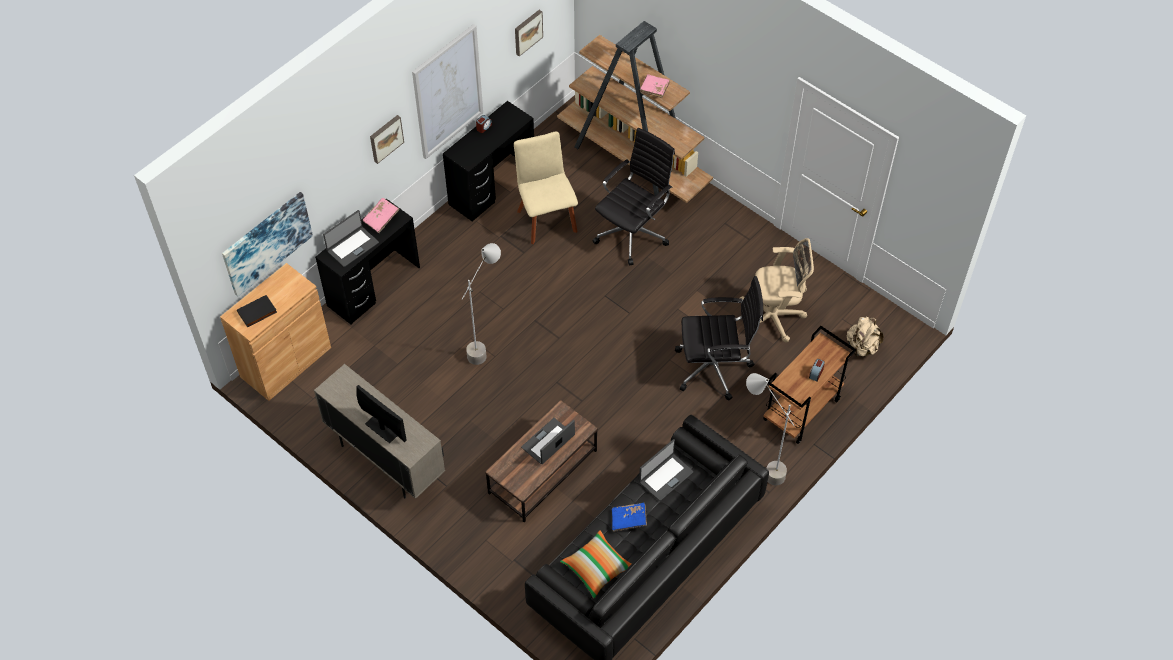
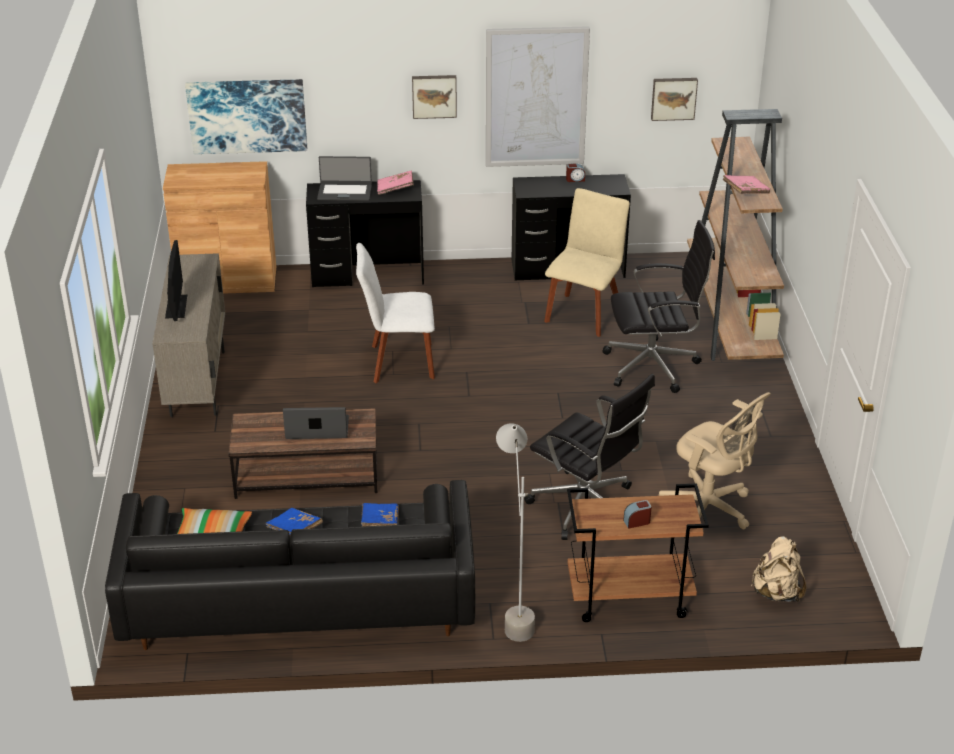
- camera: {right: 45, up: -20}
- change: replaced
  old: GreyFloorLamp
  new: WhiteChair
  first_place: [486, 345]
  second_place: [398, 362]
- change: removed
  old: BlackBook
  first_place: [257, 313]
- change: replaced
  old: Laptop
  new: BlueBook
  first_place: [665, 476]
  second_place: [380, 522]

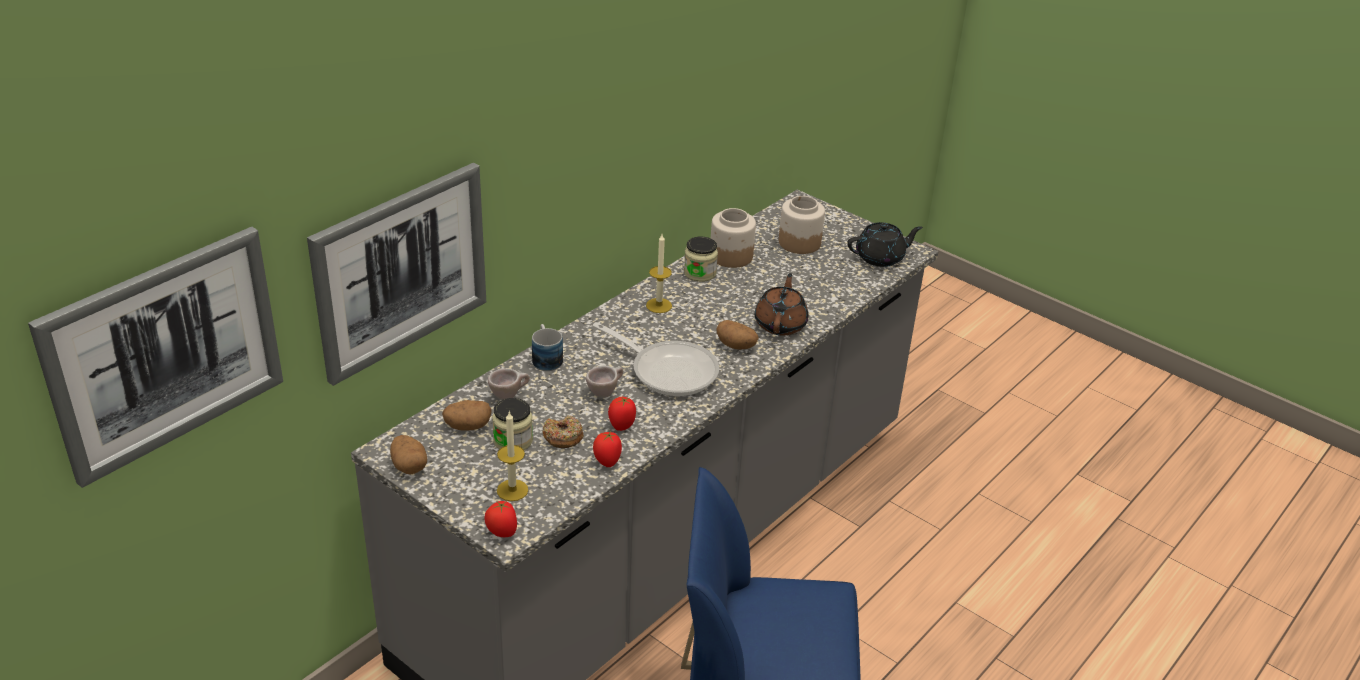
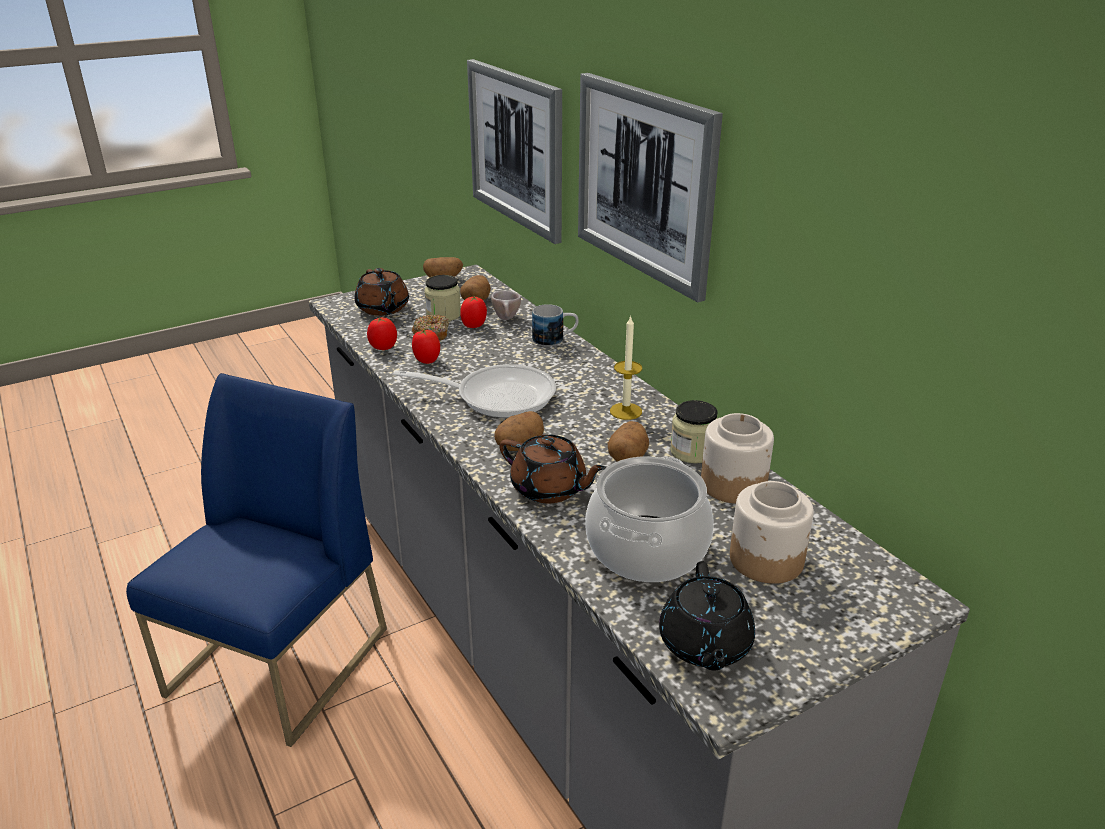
- camera: {right: 110, up: -5}
- change: moved
  old: Picture
  first_place: [165, 352]
  second_place: [644, 182]
- change: turned
  old: FryingPan
  first_place: [668, 370]
  second_place: [497, 396]
  degrees: -135
- change: removed
  old: BeigeCup
  first_place: [605, 392]
- change: replaced
  old: Candle
  new: BrownTeapot
  first_place: [512, 490]
  second_place: [383, 309]
- change: moved
  old: Tomato
  first_place: [501, 533]
  second_place: [474, 325]
- change: added
  new: Potato
  second_place: [628, 457]
- change: added
  new: CookingPot
  second_place: [648, 549]

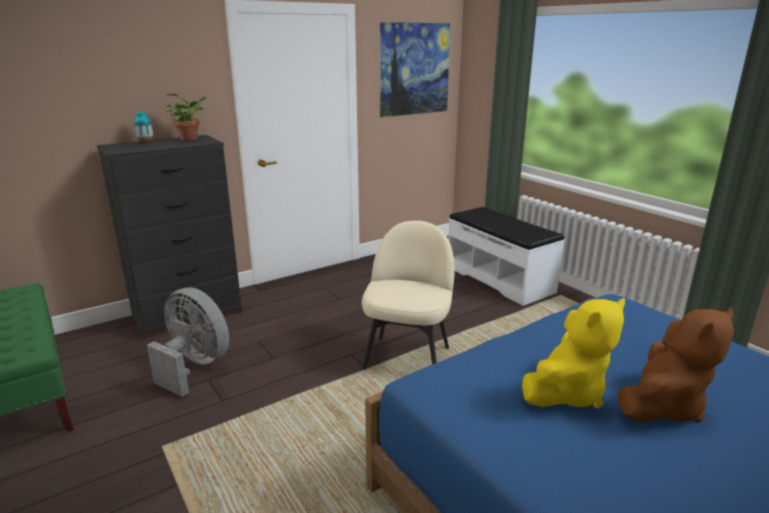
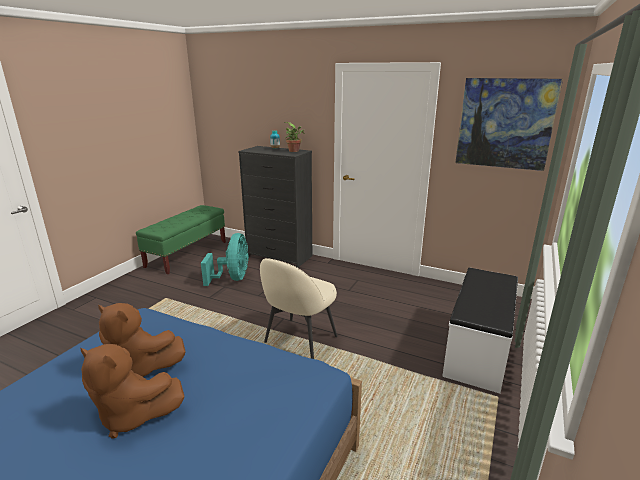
- camera: {right: 60, up: 0}
- change: turned
  old: BeigeChair
  first_place: [407, 356]
  second_place: [299, 340]
  degrees: 135
- change: recoloured
  old: GreyFan
  new: TurquoiseFan
  first_place: [194, 366]
  second_place: [233, 278]
- change: recoloured
  old: YellowPlushToy
  new: BrownPlushToy
  first_place: [567, 393]
  second_place: [141, 368]

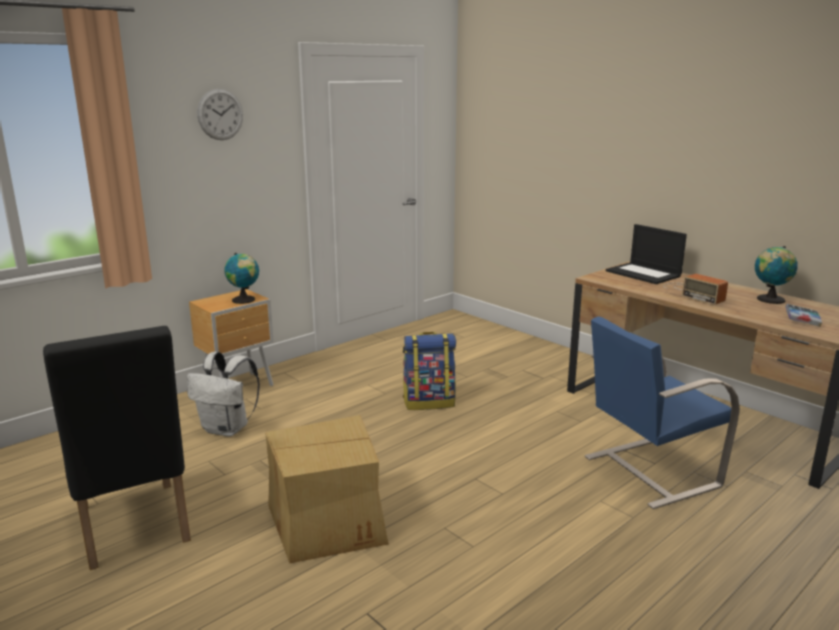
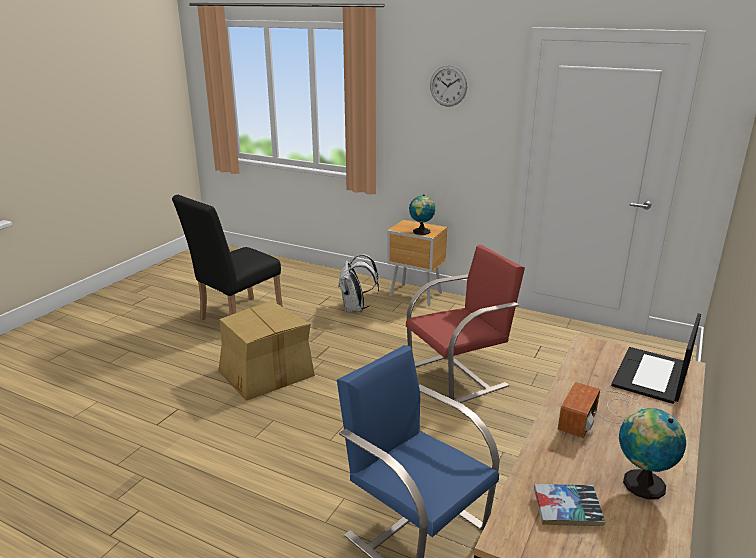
- camera: {right: 70, up: 5}
- change: replaced
  old: Backpack
  new: RedChair
  first_place: [429, 402]
  second_place: [459, 375]

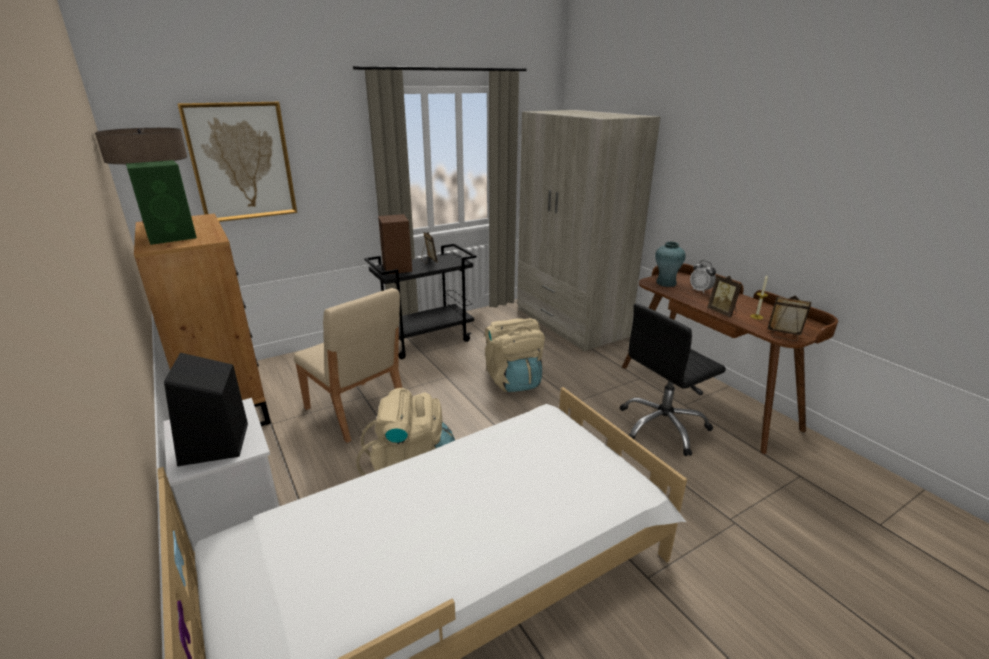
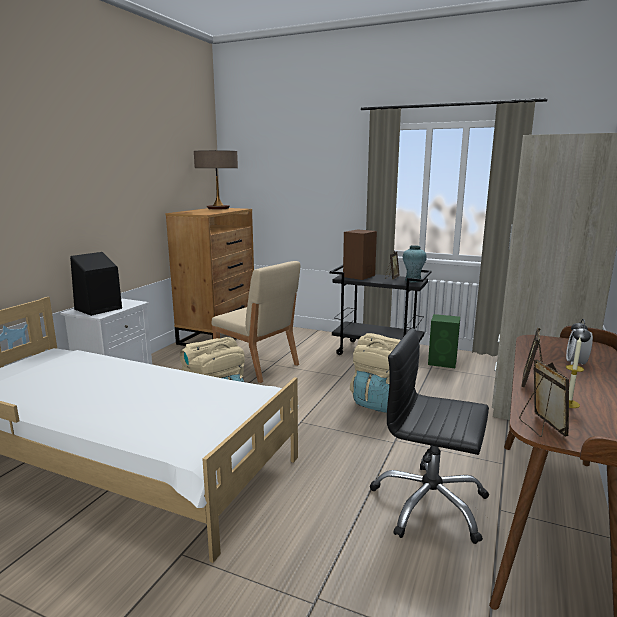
- camera: {right: 55, up: -10}
- change: removed
  old: Picture
  first_place: [241, 162]
- change: moved
  old: GreenSpeaker
  first_place: [173, 237]
  second_place: [443, 362]
- change: moved
  old: TurquoiseVase
  first_place: [666, 283]
  second_place: [413, 280]
- change: turned
  old: BeigeChair
  first_place: [356, 410]
  second_place: [257, 366]
  degrees: -60

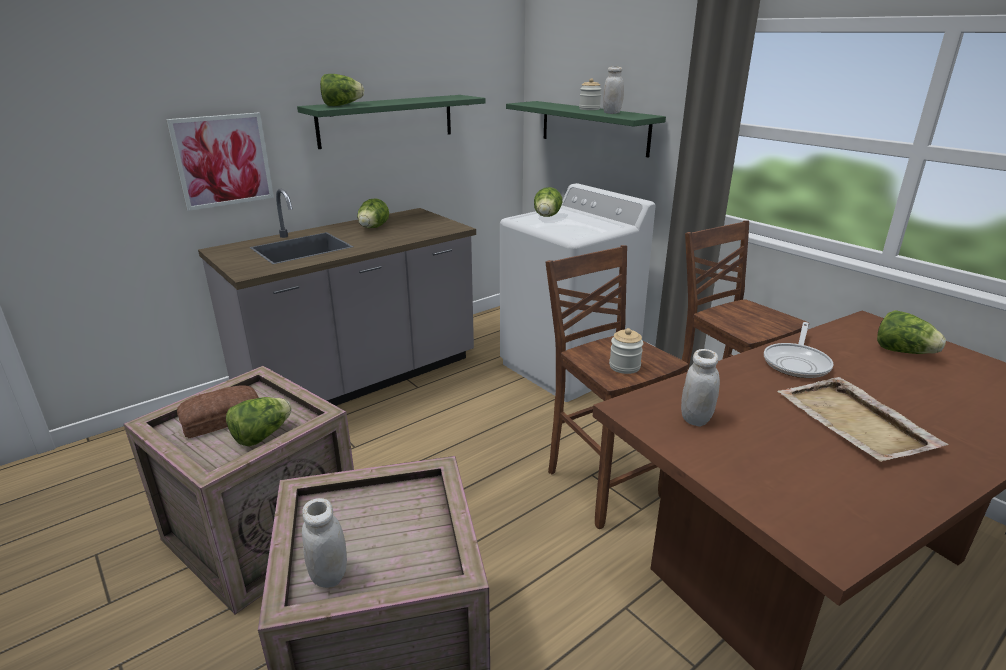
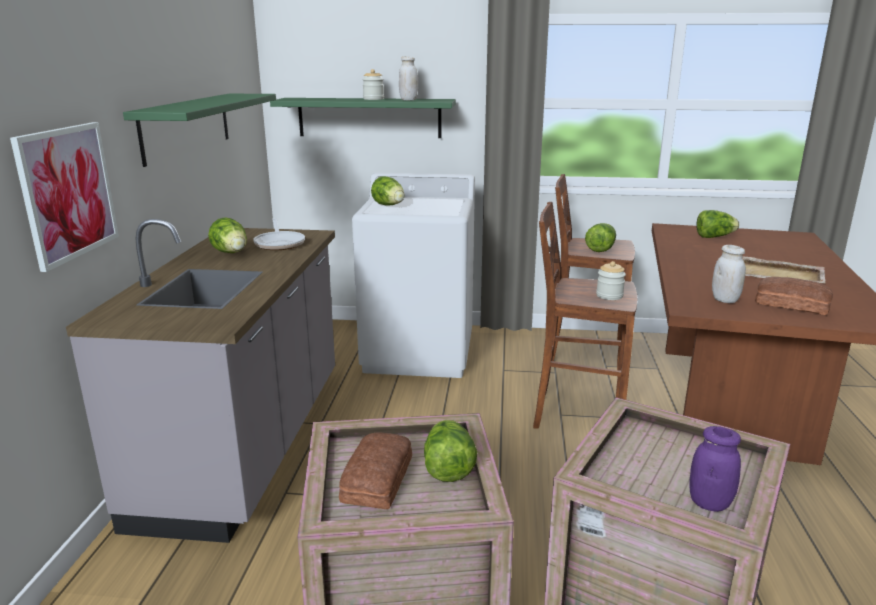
- camera: {right: -45, up: -5}
- change: moved
  old: Lettuce
  first_place: [342, 105]
  second_place: [601, 249]
- change: moved
  old: FryingPan
  first_place: [797, 363]
  second_place: [280, 243]
- change: recoloured
  old: WhiteJar
  new: PurpleJar
  first_place: [329, 575]
  second_place: [709, 503]
- change: added
  new: Bread
  second_place: [791, 303]

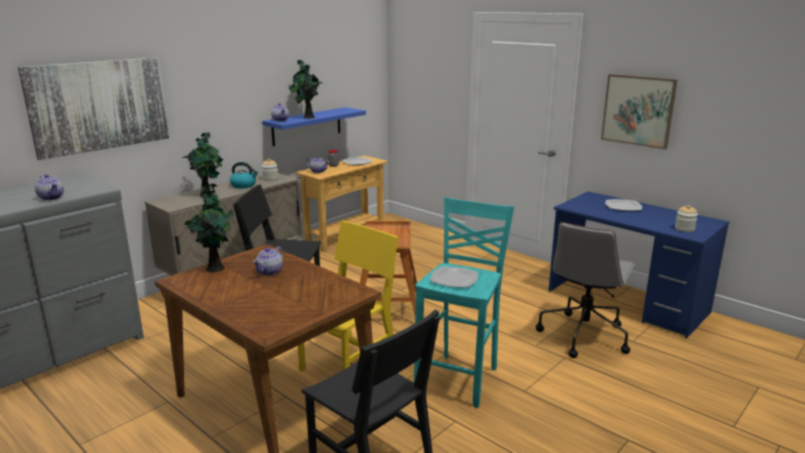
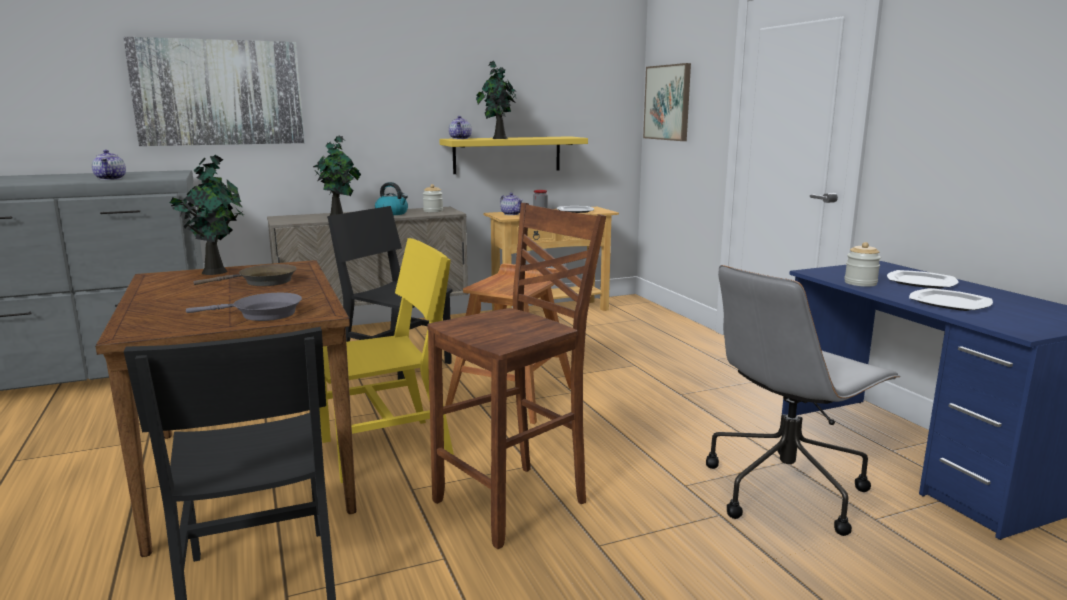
- camera: {right: 25, up: -5}
- change: moved
  old: Picture
  first_place: [638, 110]
  second_place: [668, 102]
- change: recoloured
  old: BlueShelf
  new: YellowShelf
  first_place: [307, 126]
  second_place: [507, 154]
- change: recoloured
  old: TurquoiseStool
  new: BrownStool
  first_place: [460, 379]
  second_place: [515, 502]
- change: moved
  old: Jar
  first_place: [684, 229]
  second_place: [860, 283]
- change: replaced
  old: Teapot
  new: BrownFryingPan
  first_place: [270, 272]
  second_place: [263, 282]
- change: moved
  old: Plate
  first_place: [454, 279]
  second_place: [949, 302]
- change: added
  new: GreyFryingPan
  second_place: [262, 314]

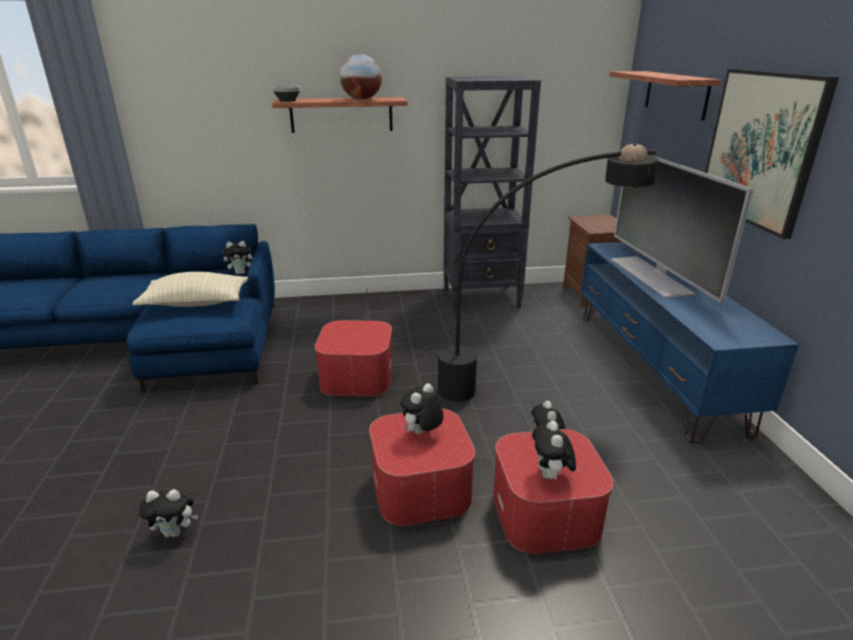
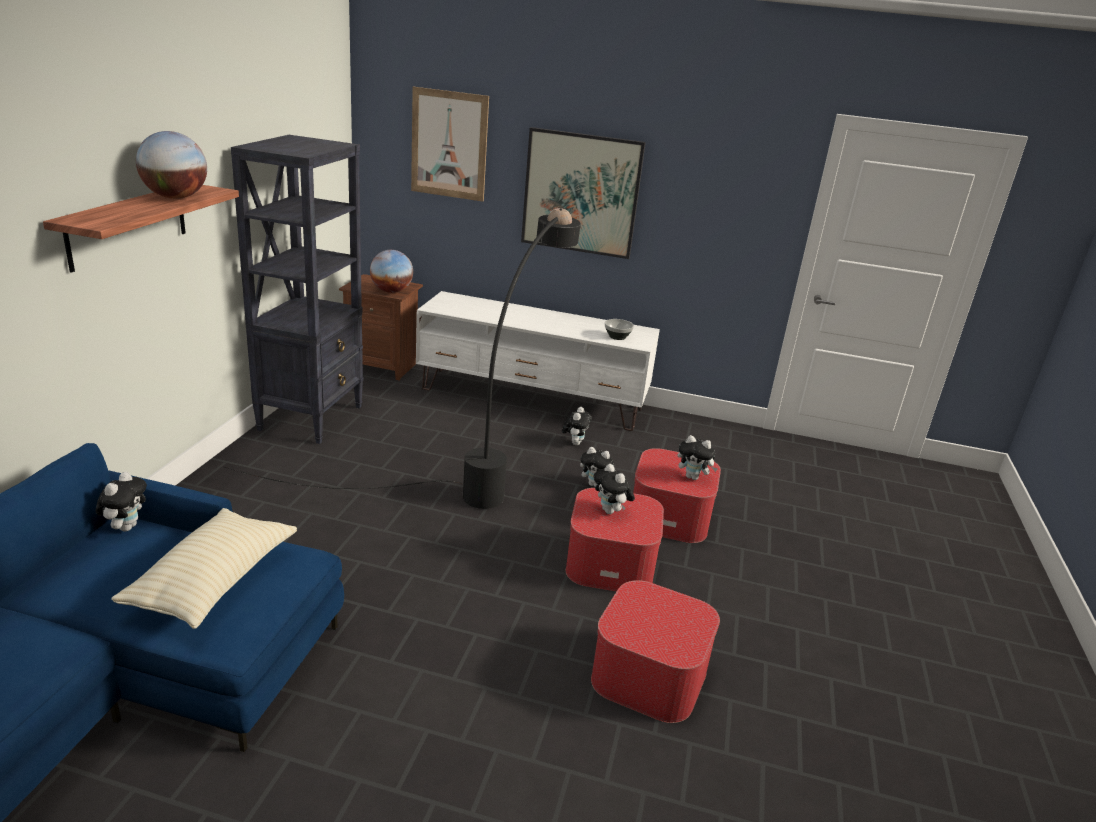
- camera: {right: -70, up: 0}
- change: replaced
  old: Shelf
  new: Picture
  first_place: [676, 94]
  second_place: [449, 144]
- change: moved
  old: Bowl
  first_place: [287, 101]
  second_place: [617, 337]
- change: removed
  old: Television
  first_place: [652, 276]
- change: recoloured
  old: BlueTvStand
  new: WhiteTvStand
  first_place: [655, 368]
  second_place: [532, 398]
- change: moved
  old: Ottoman
  first_place: [356, 376]
  second_place: [649, 674]
- change: moved
  old: PlushToy
  first_place: [175, 532]
  second_place: [574, 442]
- change: added
  new: Globe
  second_place: [391, 291]

